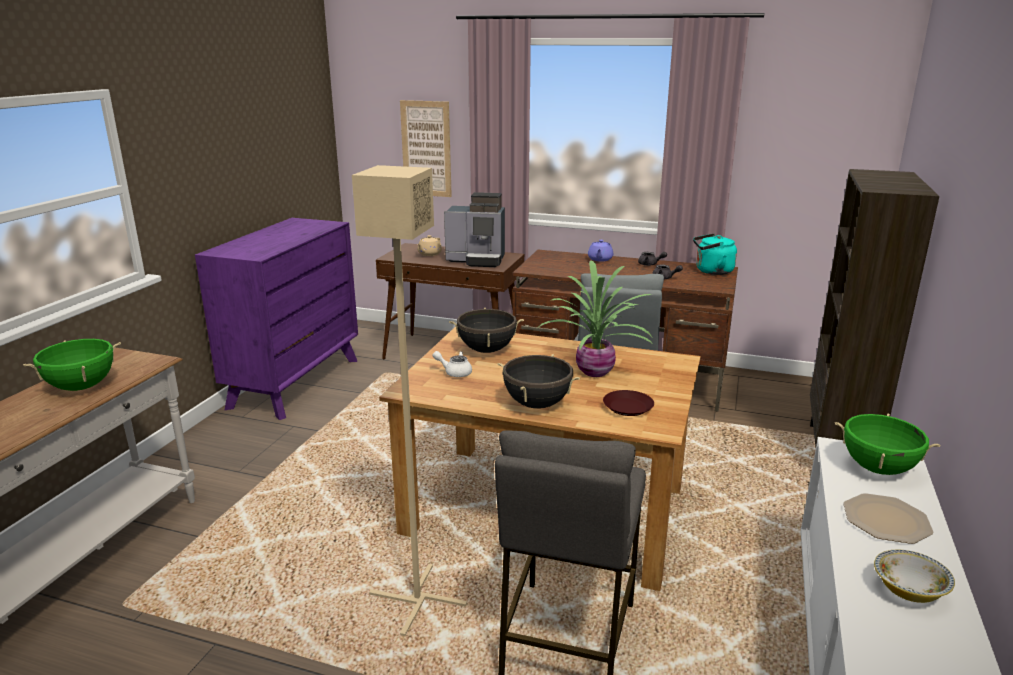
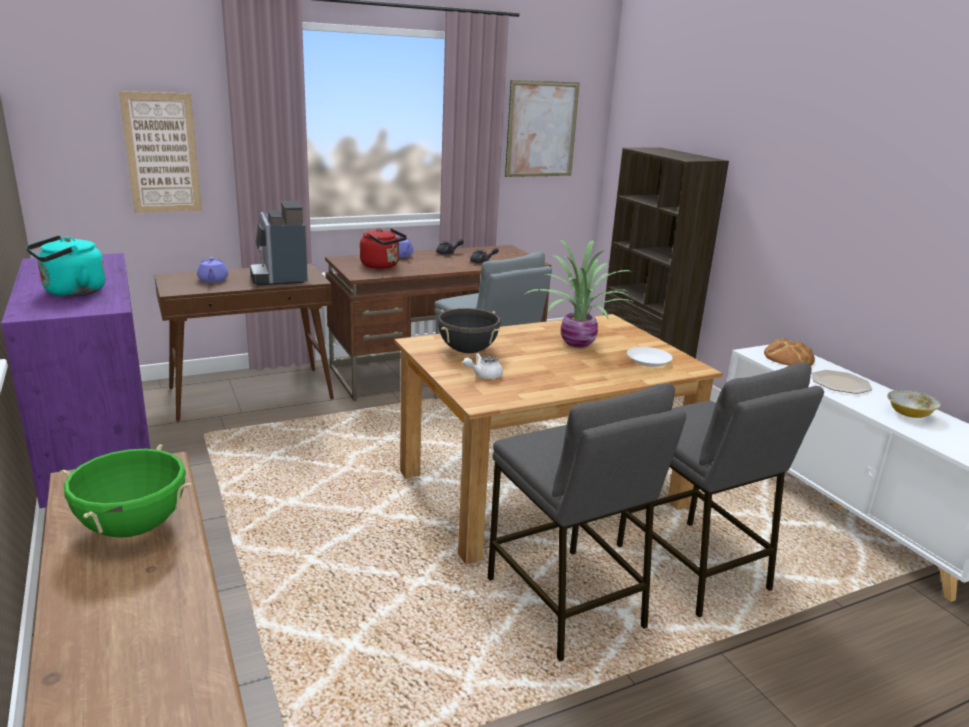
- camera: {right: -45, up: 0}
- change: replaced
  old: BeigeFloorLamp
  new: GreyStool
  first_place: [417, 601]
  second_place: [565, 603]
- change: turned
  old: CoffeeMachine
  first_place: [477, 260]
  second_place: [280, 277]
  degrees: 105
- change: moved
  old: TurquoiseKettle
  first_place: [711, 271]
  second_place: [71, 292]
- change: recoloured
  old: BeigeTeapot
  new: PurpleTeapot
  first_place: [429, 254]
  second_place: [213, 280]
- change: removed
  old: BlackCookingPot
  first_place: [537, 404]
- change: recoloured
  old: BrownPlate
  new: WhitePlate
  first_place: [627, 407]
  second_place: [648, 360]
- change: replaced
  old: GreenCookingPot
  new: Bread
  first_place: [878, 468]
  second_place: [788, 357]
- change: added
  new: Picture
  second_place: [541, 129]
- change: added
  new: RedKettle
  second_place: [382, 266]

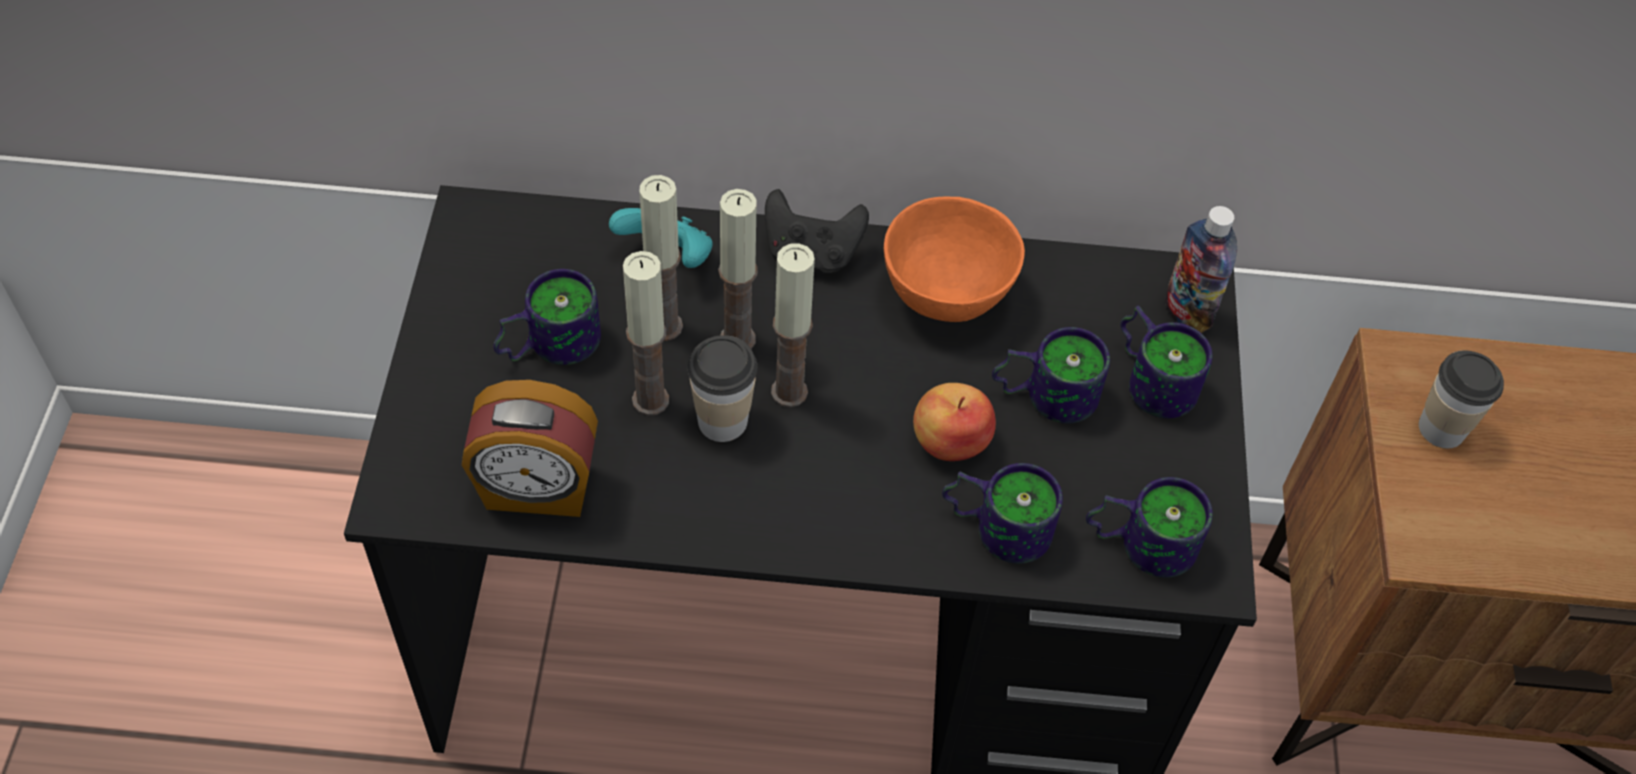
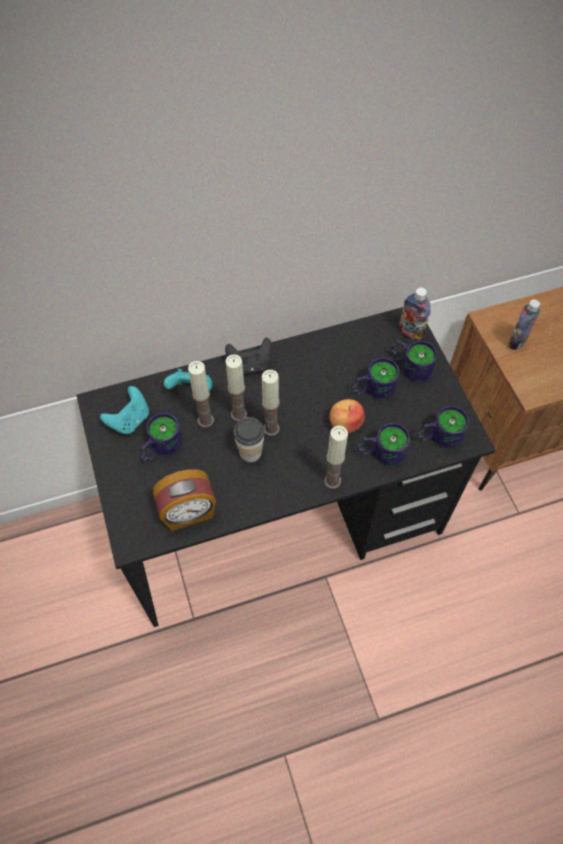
- camera: {right: -20, up: 5}
- change: removed
  old: OrangeBowl
  first_place: [948, 294]
- change: moved
  old: Candle
  first_place: [650, 400]
  second_place: [332, 481]
- change: replaced
  old: Cup
  new: Bottle
  first_place: [1441, 428]
  second_place: [516, 342]
- change: added
  new: TurquoiseGameController
  second_place: [130, 420]

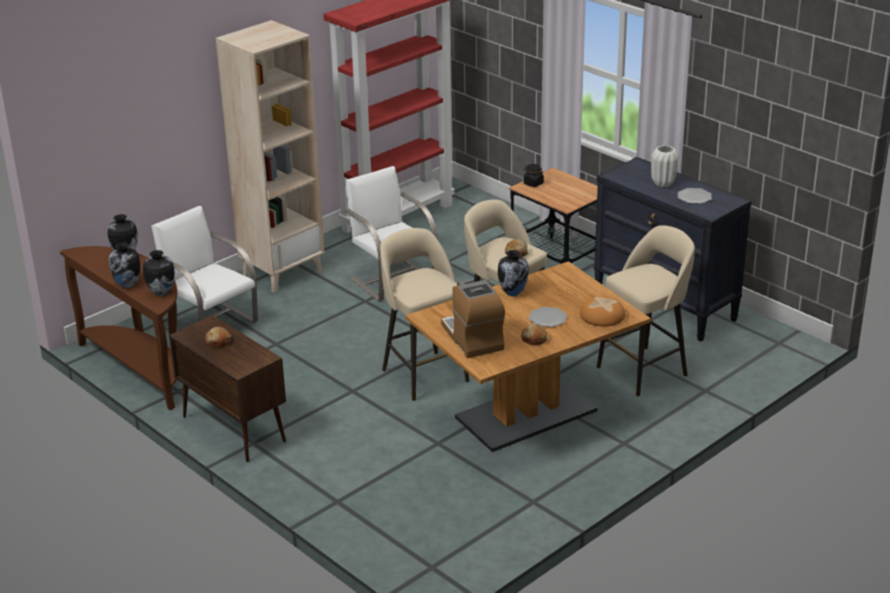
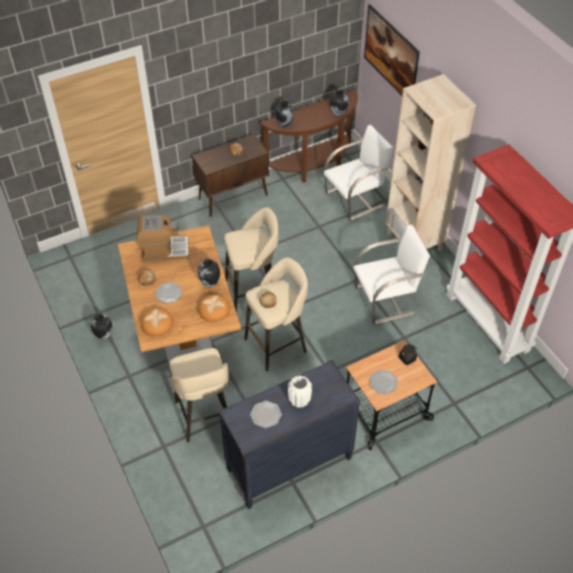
- camera: {right: 105, up: 20}
- change: moved
  old: Vase
  first_place: [127, 285]
  second_place: [104, 336]
- change: added
  new: Picture
  second_place: [389, 67]
- change: added
  new: Bread
  second_place: [214, 309]
- change: added
  new: Plate
  second_place: [383, 382]

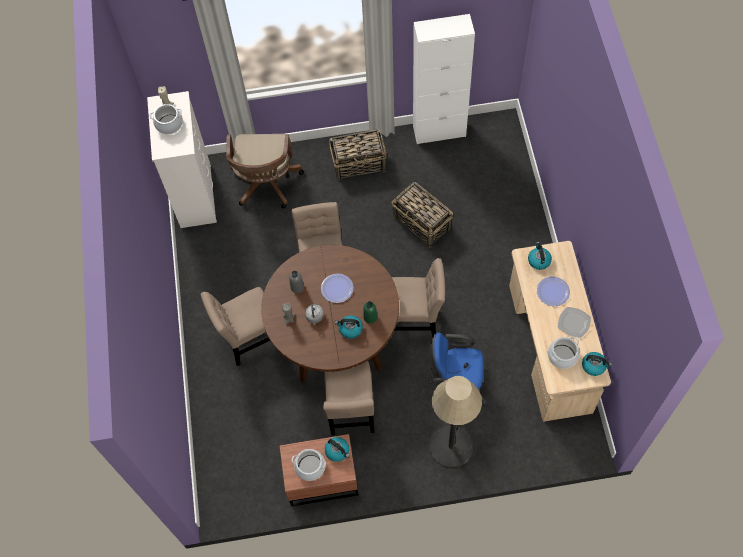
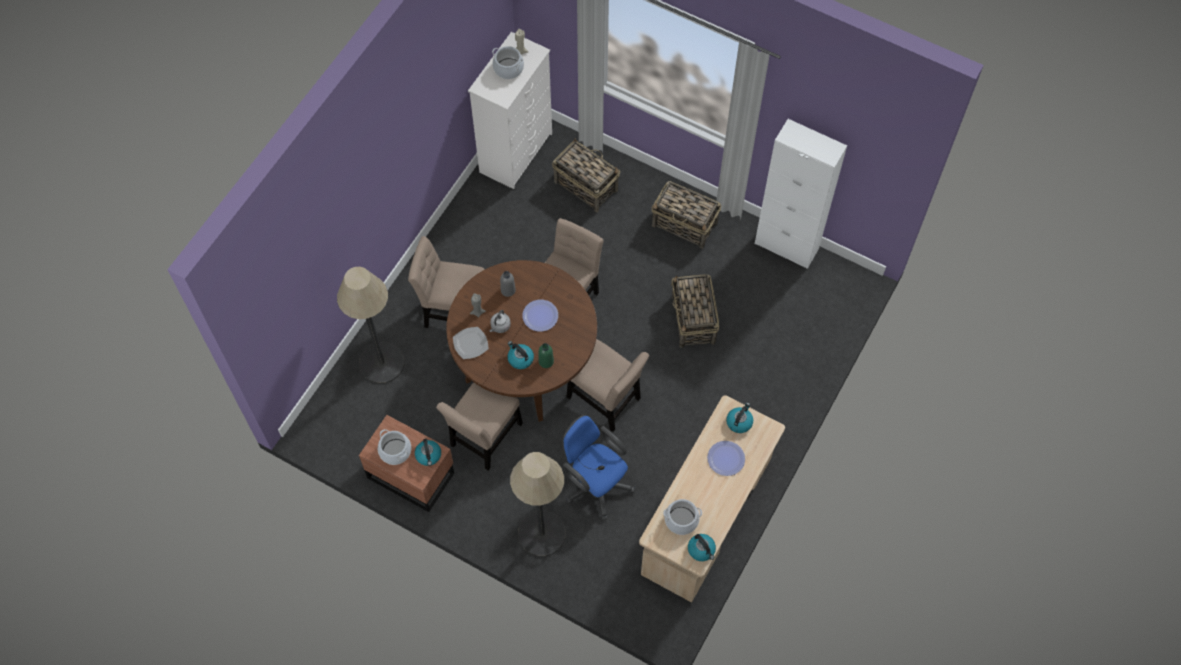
- camera: {right: 35, up: 0}
- change: replaced
  old: BrownOfficeChair
  new: Basket
  first_place: [266, 184]
  second_place: [585, 185]
- change: moved
  old: Plate
  first_place: [574, 323]
  second_place: [470, 344]
- change: added
  new: FloorLamp
  second_place: [381, 363]

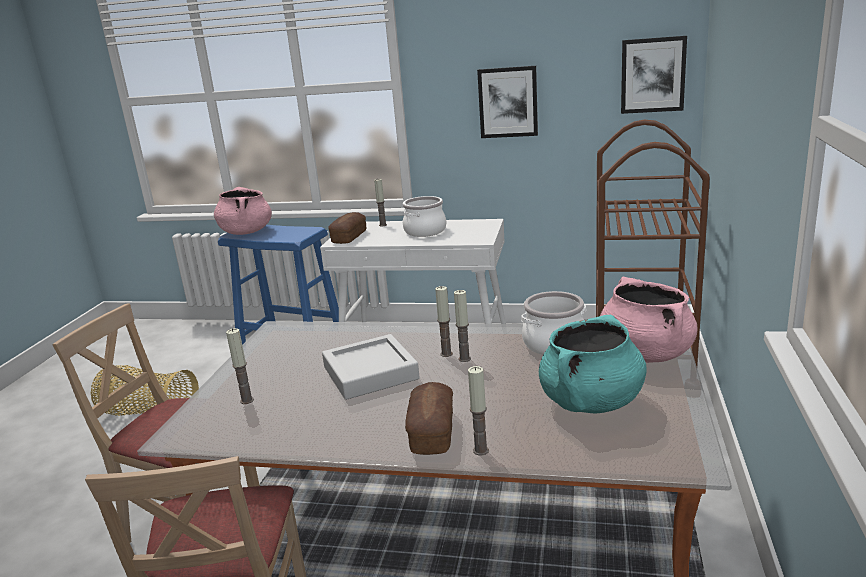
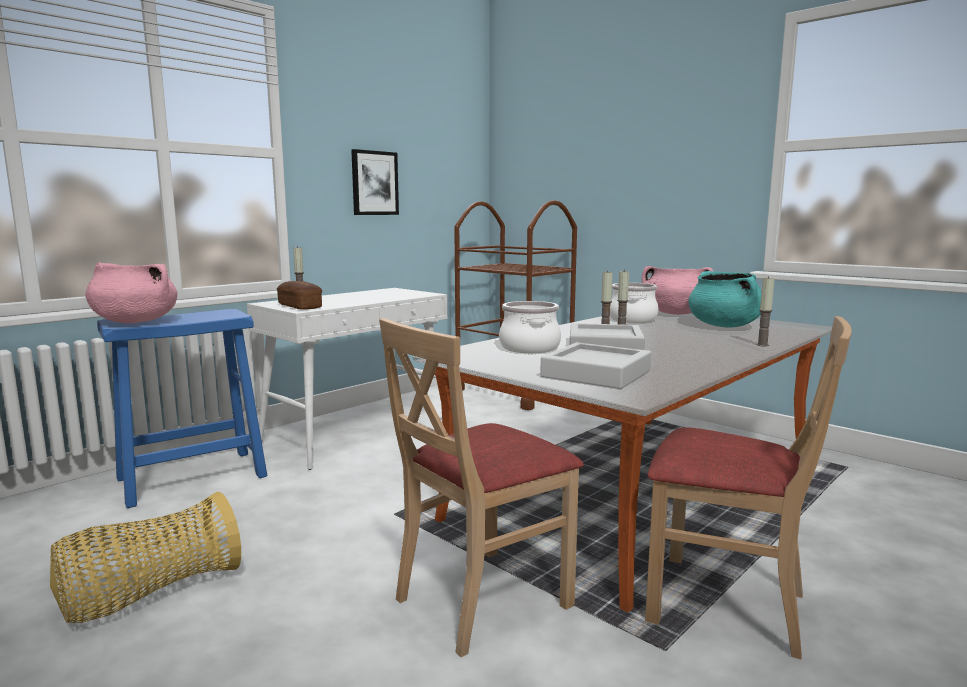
- camera: {right: -60, up: -10}
- change: removed
  old: Picture
  first_place: [652, 75]
- change: moved
  old: CookingPot
  first_place: [425, 231]
  second_place: [529, 348]
- change: replaced
  old: Candle
  new: GreyTray
  first_place: [247, 400]
  second_place: [596, 374]
- change: removed
  old: Bread
  first_place: [432, 432]

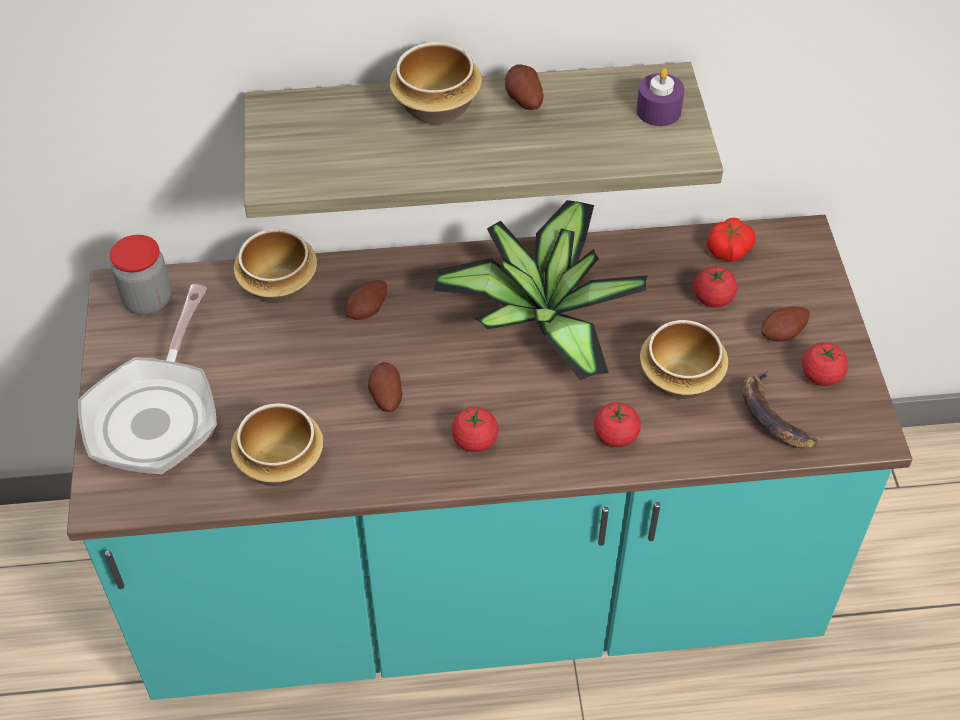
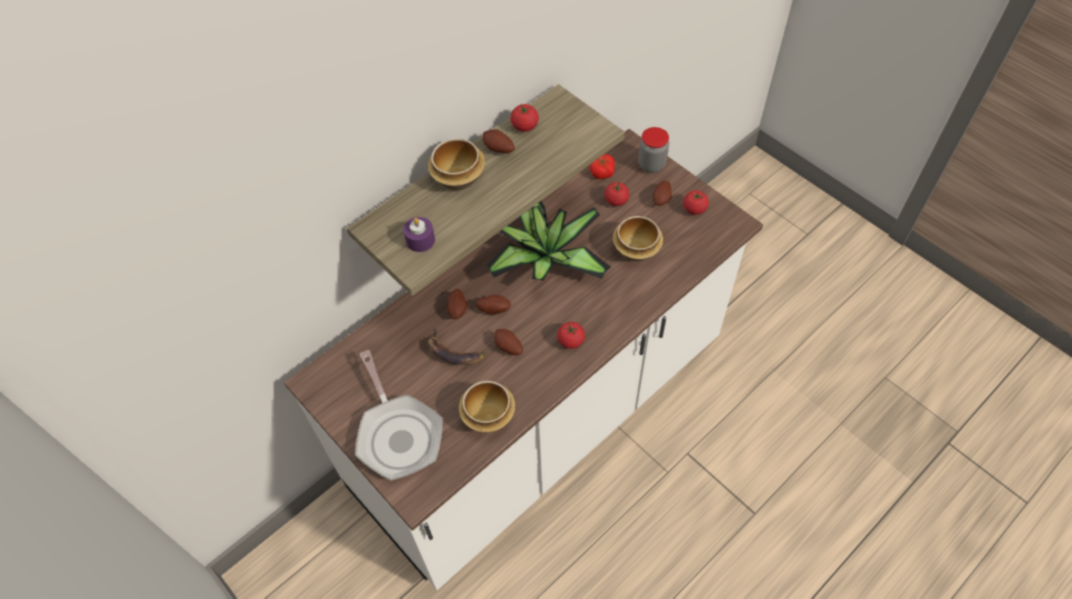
- camera: {right: -35, up: 5}
- change: moved
  old: PurpleCandle
  first_place: [658, 111]
  second_place: [420, 240]
- change: recoloured
  old: TurquoiseCounter
  new: WhiteCounter
  first_place: [480, 584]
  second_place: [541, 417]
- change: removed
  old: Bowl
  first_place: [280, 286]
- change: moved
  old: Jar
  first_place: [148, 301]
  second_place: [651, 165]
- change: moved
  old: Banana
  first_place: [772, 416]
  second_place: [453, 353]
- change: moved
  old: Tomato
  first_place: [615, 436]
  second_place: [524, 126]
- change: added
  new: Potato
  second_place: [494, 309]

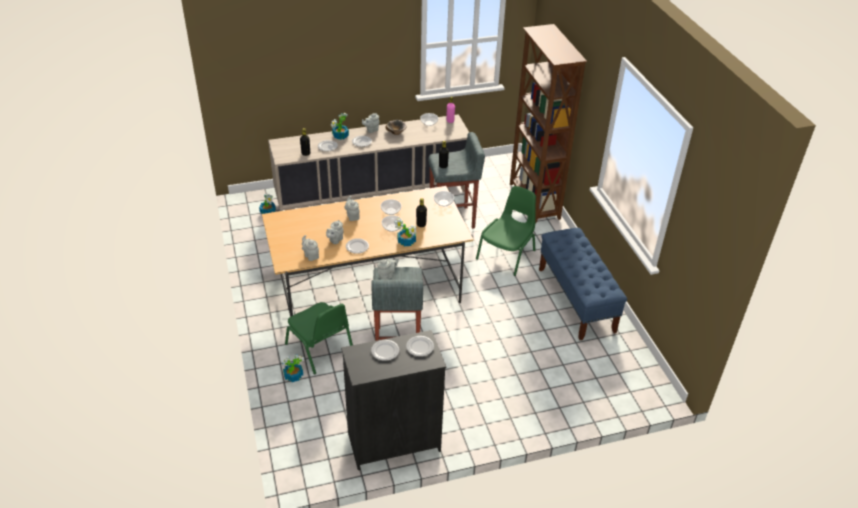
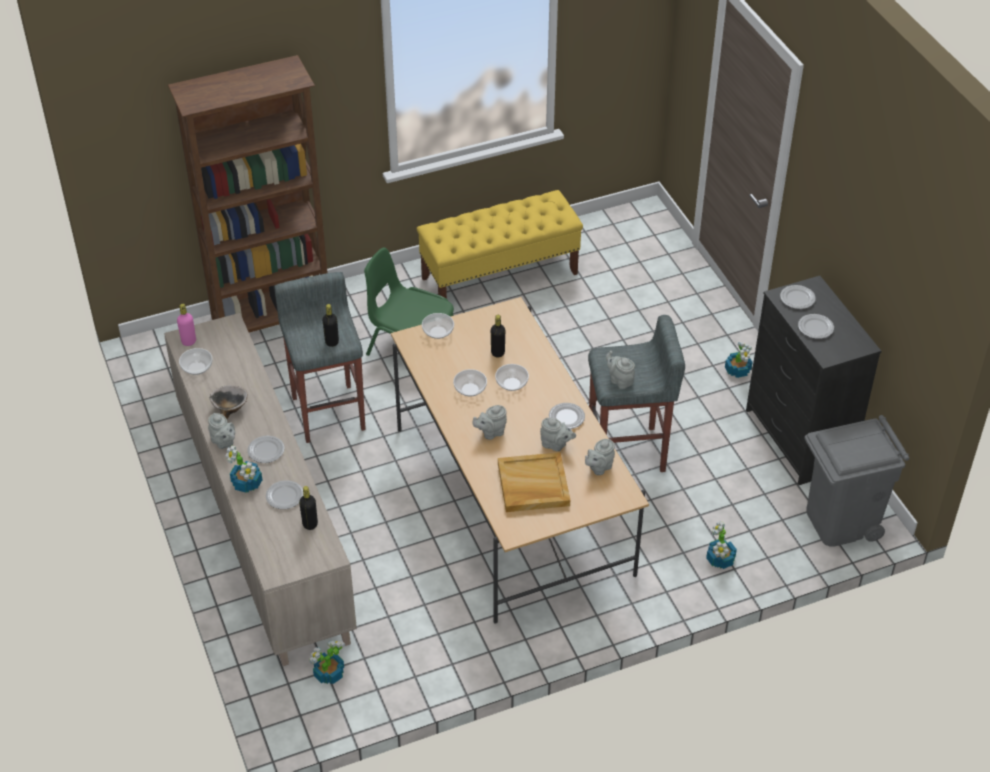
- camera: {right: -95, up: 5}
- change: moved
  old: PottedPlant
  first_place: [406, 242]
  second_place: [737, 370]
- change: recoloured
  old: BlueBench
  new: YellowBench
  first_place: [576, 300]
  second_place: [500, 276]
- change: removed
  old: GreenChair
  first_place: [320, 349]
- change: added
  new: GreyTrashCan
  second_place: [841, 522]
- change: added
  new: BeigeTray
  second_place: [532, 485]

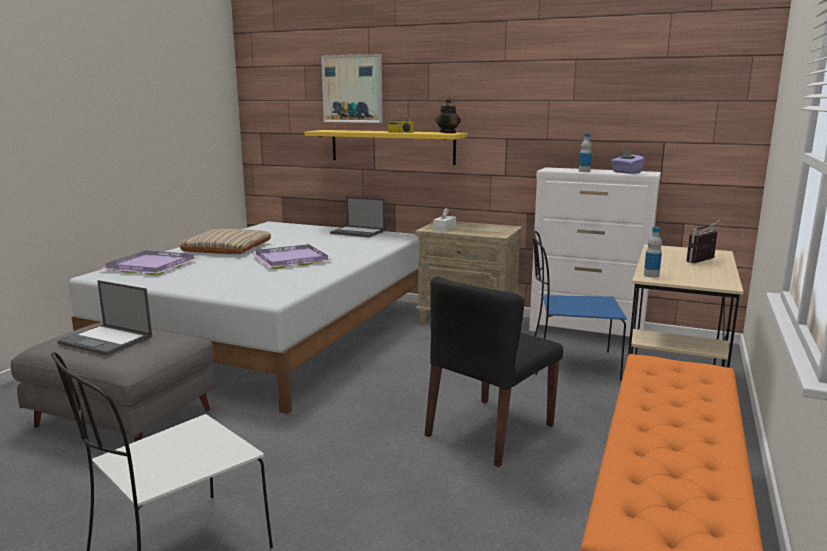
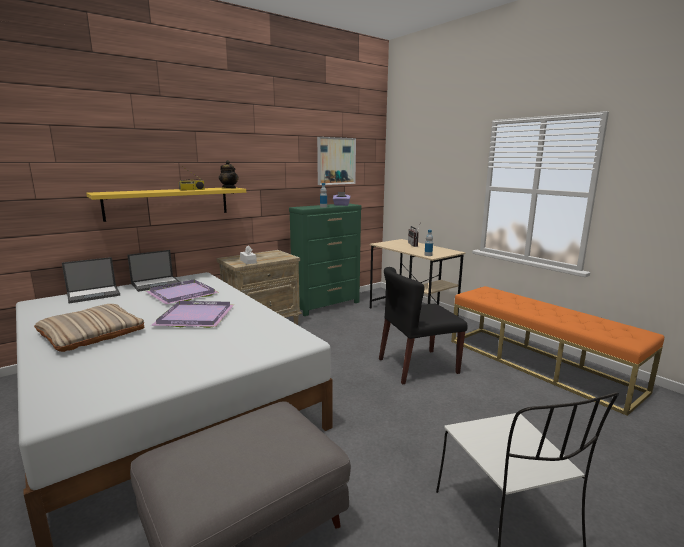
- camera: {right: -60, up: 0}
- change: moved
  old: Picture
  first_place: [352, 89]
  second_place: [336, 161]
- change: recoloured
  old: WhiteDresser
  new: GreenDresser
  first_place: [587, 332]
  second_place: [327, 305]
- change: removed
  old: BlueChair
  first_place: [570, 363]
- change: moved
  old: PurpleTray
  first_place: [151, 266]
  second_place: [184, 294]
- change: turned
  old: BlackChair
  first_place: [489, 431]
  second_place: [417, 366]
  degrees: 90
- change: moved
  old: Laptop
  first_place: [107, 340]
  second_place: [94, 294]

